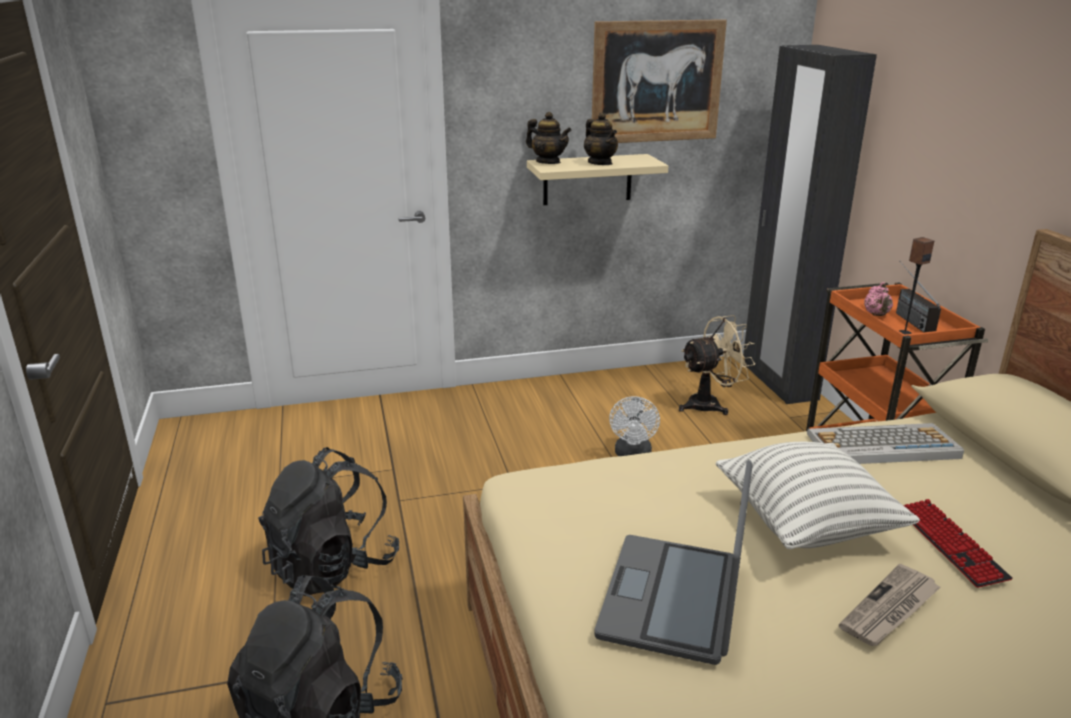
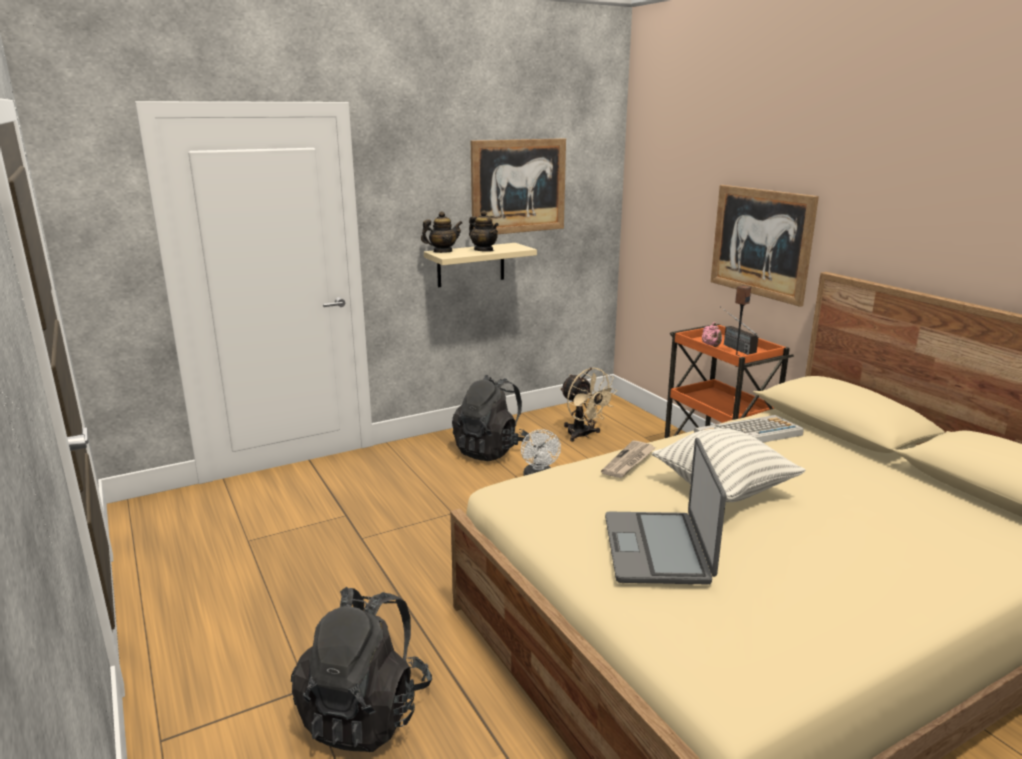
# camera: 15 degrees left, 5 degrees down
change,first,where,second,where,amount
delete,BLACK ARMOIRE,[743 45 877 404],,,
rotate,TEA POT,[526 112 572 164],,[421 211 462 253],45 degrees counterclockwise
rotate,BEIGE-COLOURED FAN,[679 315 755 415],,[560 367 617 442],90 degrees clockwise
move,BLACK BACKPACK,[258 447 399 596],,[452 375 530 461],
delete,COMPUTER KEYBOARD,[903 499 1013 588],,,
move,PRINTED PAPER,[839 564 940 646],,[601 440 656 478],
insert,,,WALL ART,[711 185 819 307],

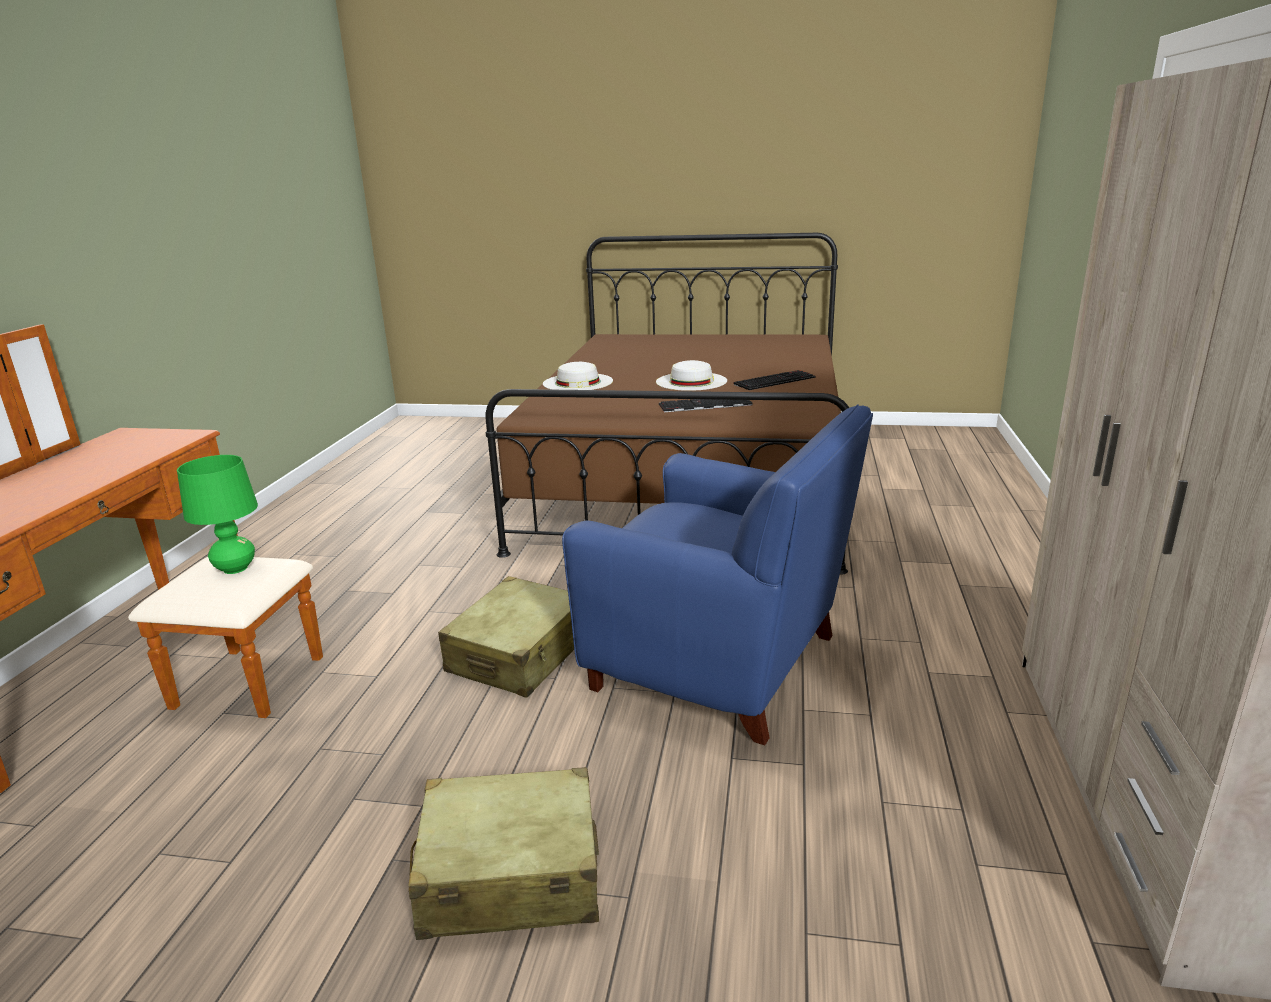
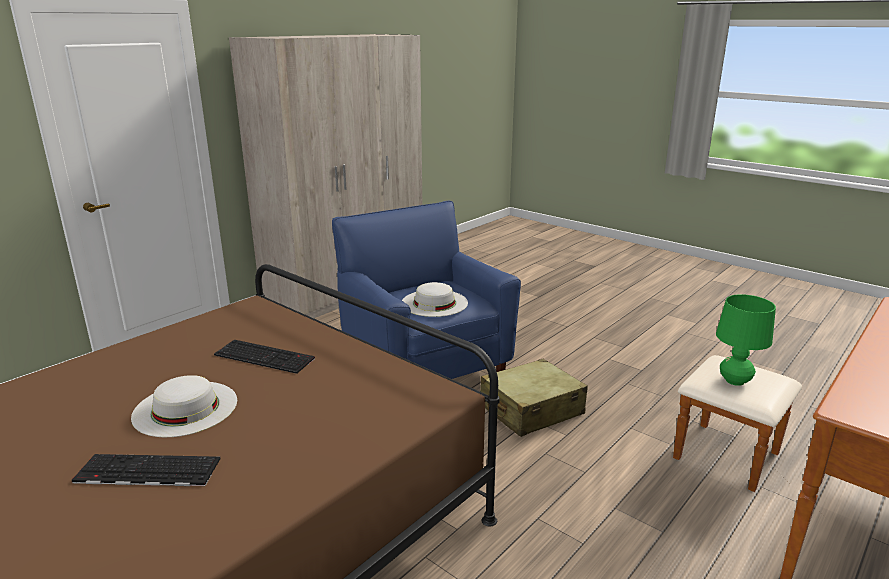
# camera: 150 degrees left, 0 degrees up
change,first,where,second,where,amount
move,WHITISH WEARABLE HAT,[543 362 613 390],,[402 282 468 317],
move,COMPUTER KEYBOARD,[733 370 815 390],,[72 454 221 486],
delete,BEIGE-COLOURED SUITCASE,[409 767 599 940],,,

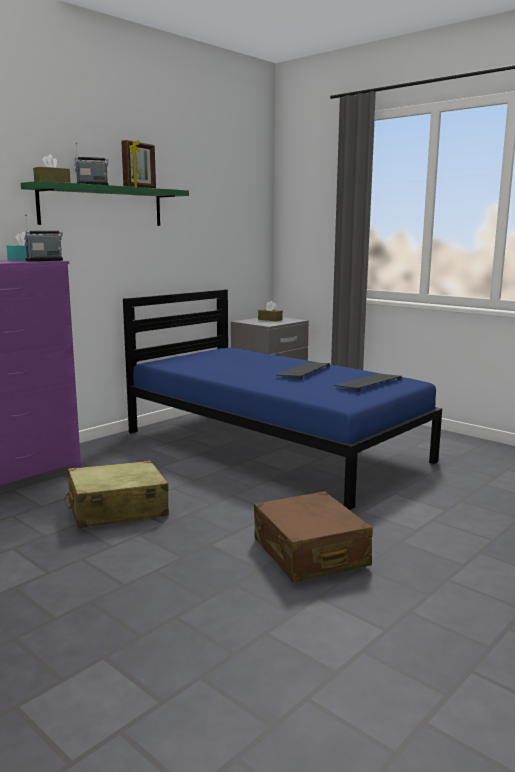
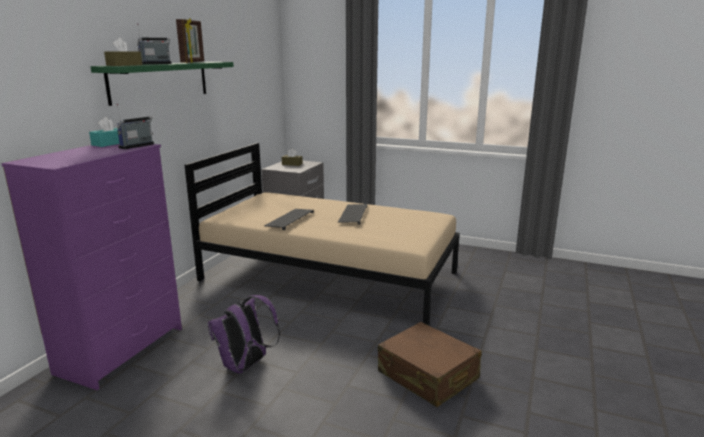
# camera: 20 degrees left, 5 degrees up
change,first,where,second,where,amount
recolor,BLUISH BEDROOM BED,[123 289 442 510],BEIGE-COLOURED BEDROOM BED,[185 143 460 326],
move,COMPUTER KEYBOARD,[334 374 402 392],,[264 209 314 230],
replace,BEIGE-COLOURED SUITCASE,[64 460 169 528],PURPLE BACKPACK,[207 295 280 374],

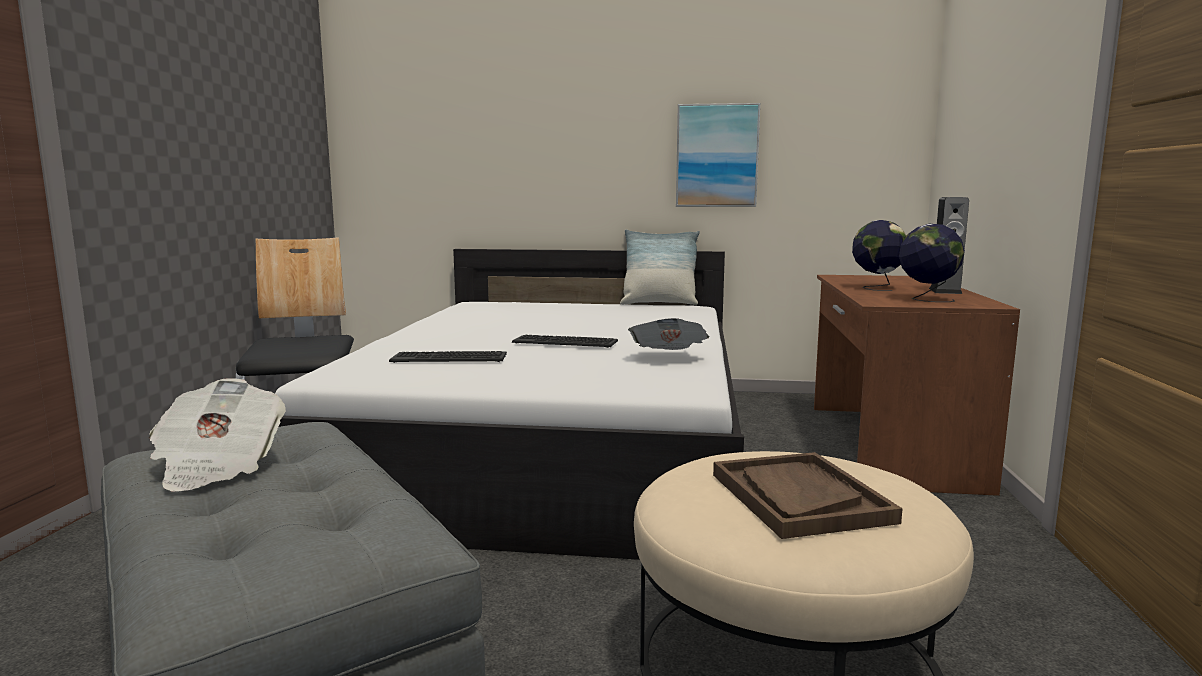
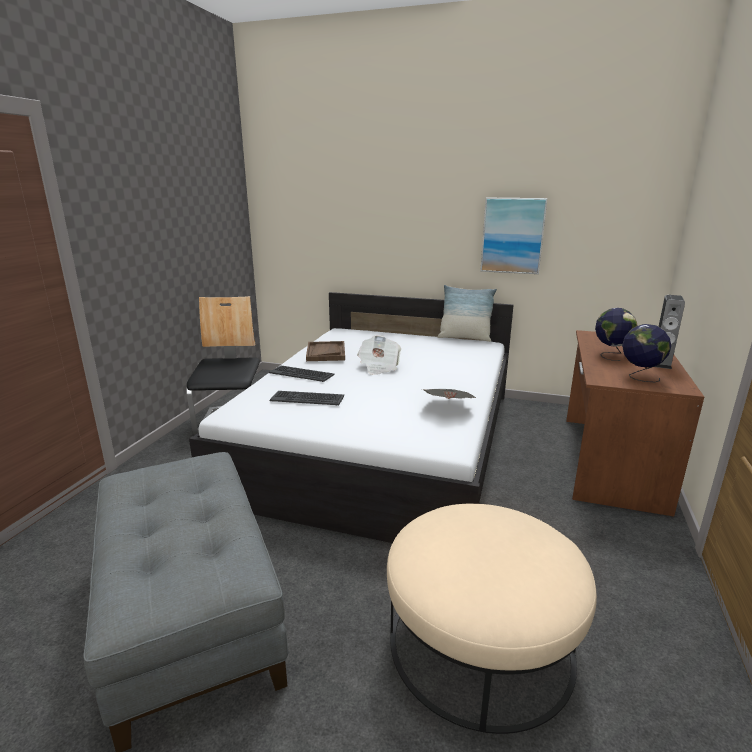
# camera: 10 degrees right, 10 degrees up
change,first,where,second,where,amount
move,COMPUTER KEYBOARD,[512 335 618 348],,[269 366 335 382],
move,PRINTED PAPER,[149 378 286 492],,[357 335 401 375],
move,BROWN CARRYING TRAY,[713 452 903 539],,[306 341 345 361],

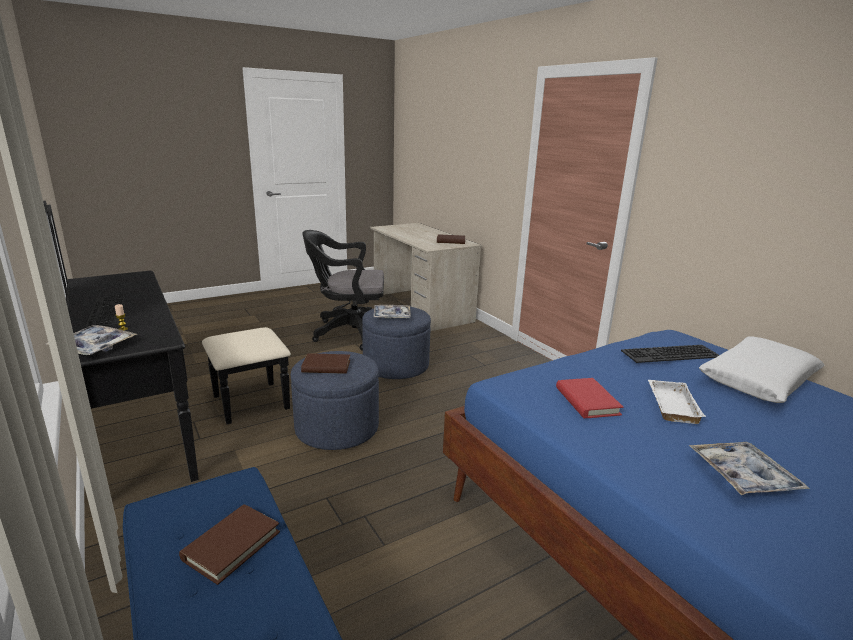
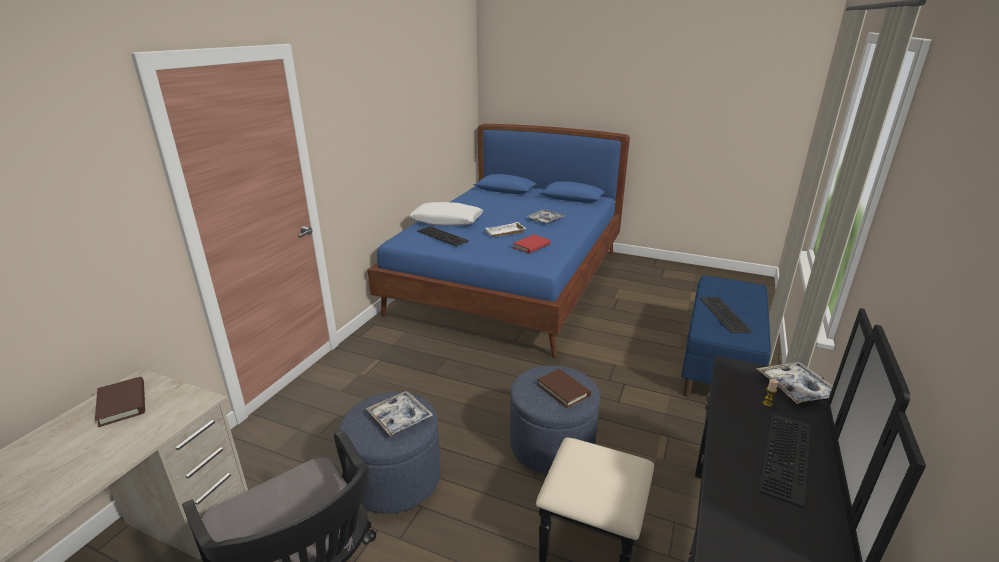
# camera: 125 degrees left, 5 degrees up
change,first,where,second,where,amount
replace,BROWN BOOK,[179 504 280 585],COMPUTER KEYBOARD,[699 297 752 333],

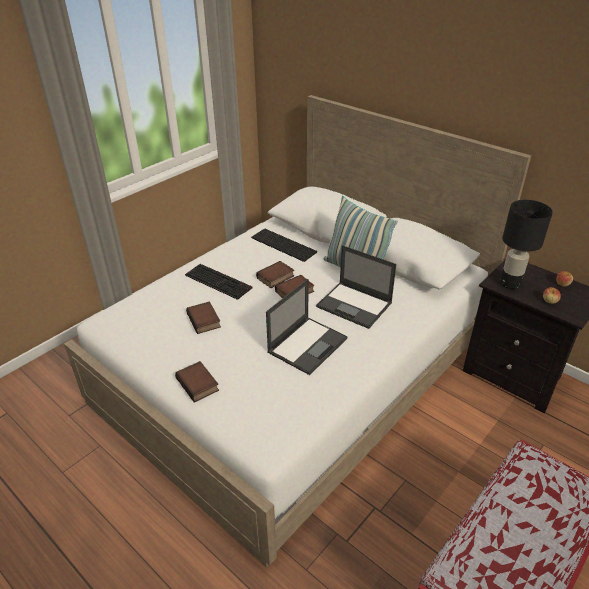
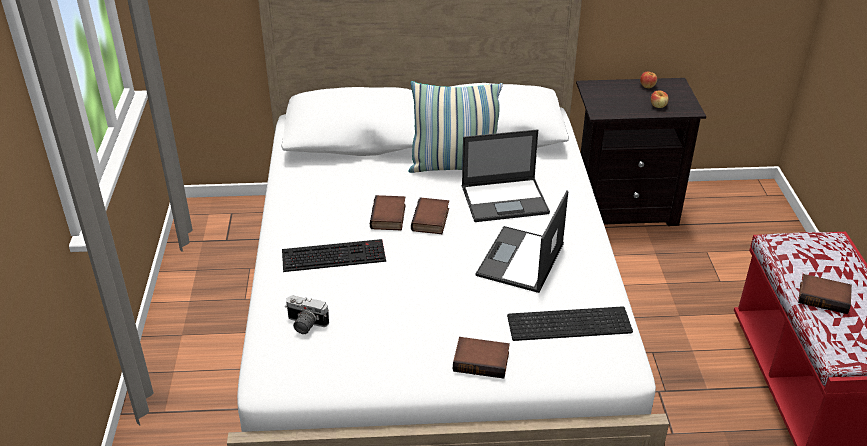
# camera: 45 degrees left, 0 degrees up
change,first,where,second,where,amount
delete,BLACK TABLETOP LAMP,[500 200 553 289],,,
move,COMPUTER KEYBOARD,[251 229 317 262],,[507 306 633 341],
rotate,PORTABLE COMPUTER,[266 279 348 375],,[476 190 568 293],150 degrees counterclockwise
move,BOOK,[186 302 221 334],,[798 274 852 314],
insert,,,PHOTO CAMERA,[285 296 329 334],

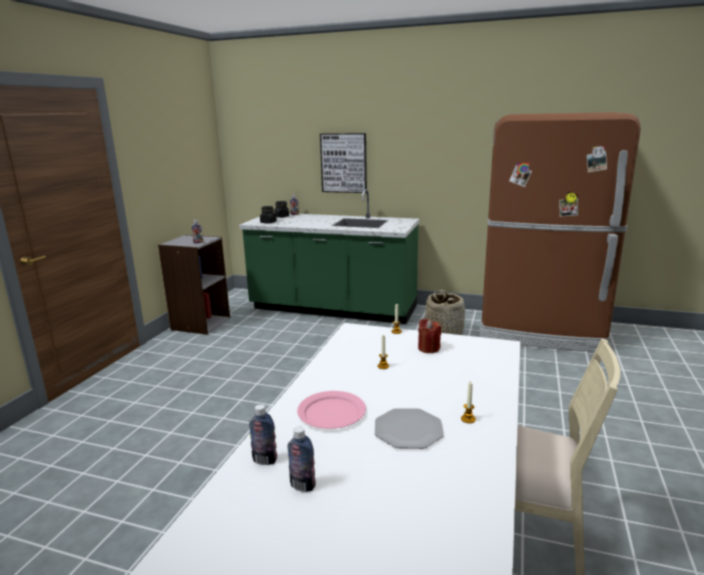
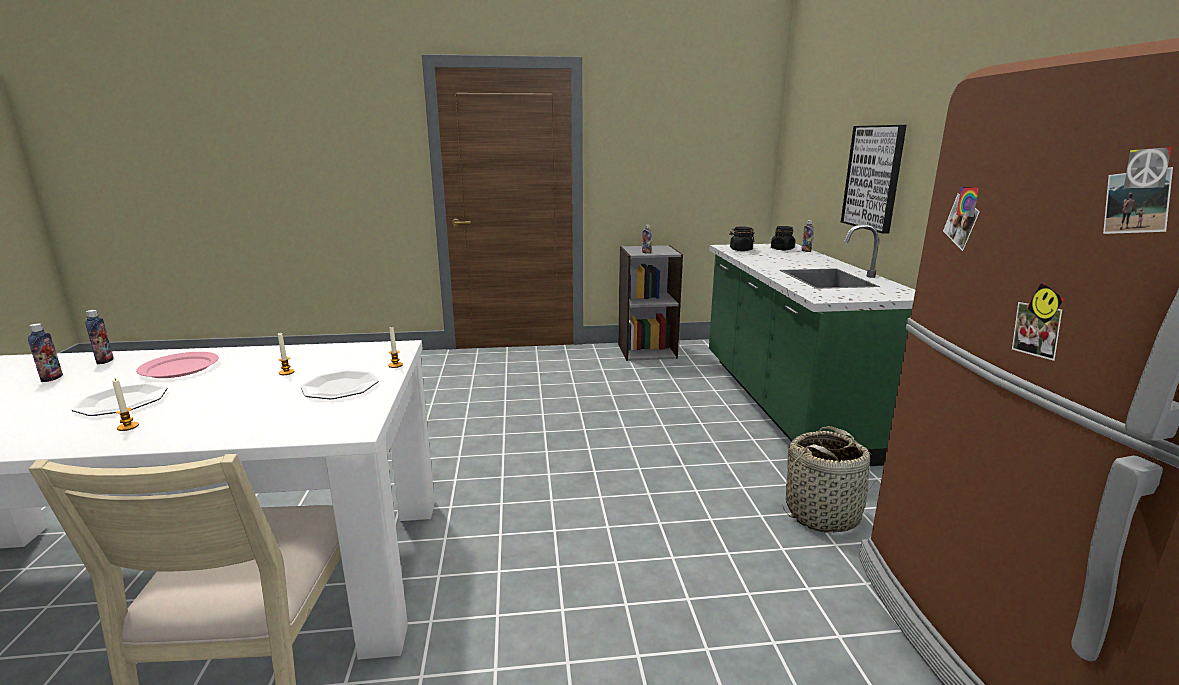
# camera: 65 degrees right, 0 degrees up
change,first,where,second,where,amount
replace,RED-COLOURED CANDLE,[418 318 441 353],DINNER PLATE,[301 370 378 399],

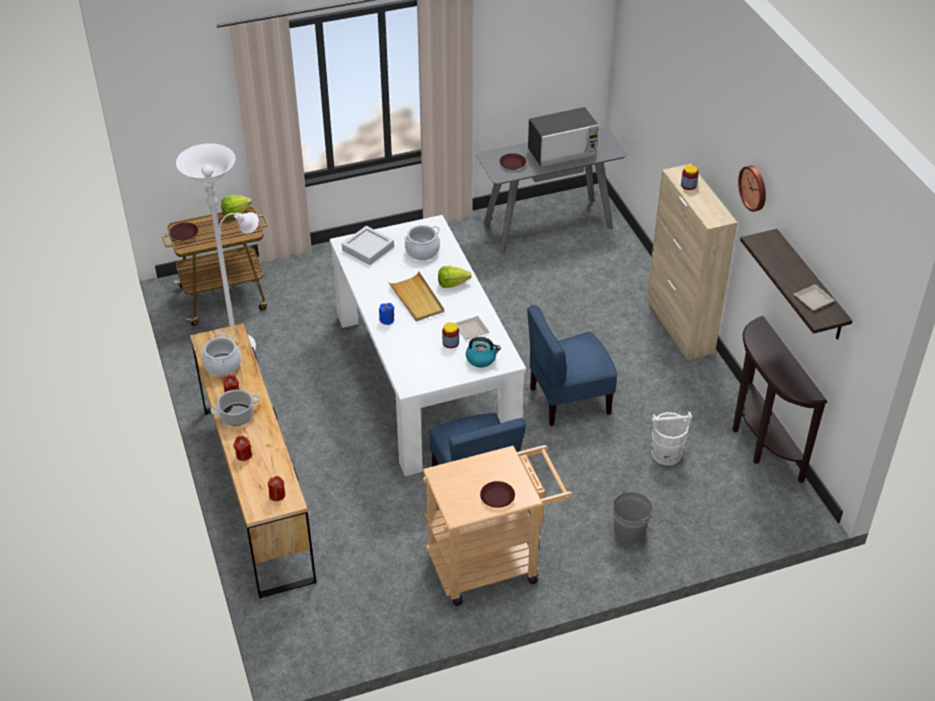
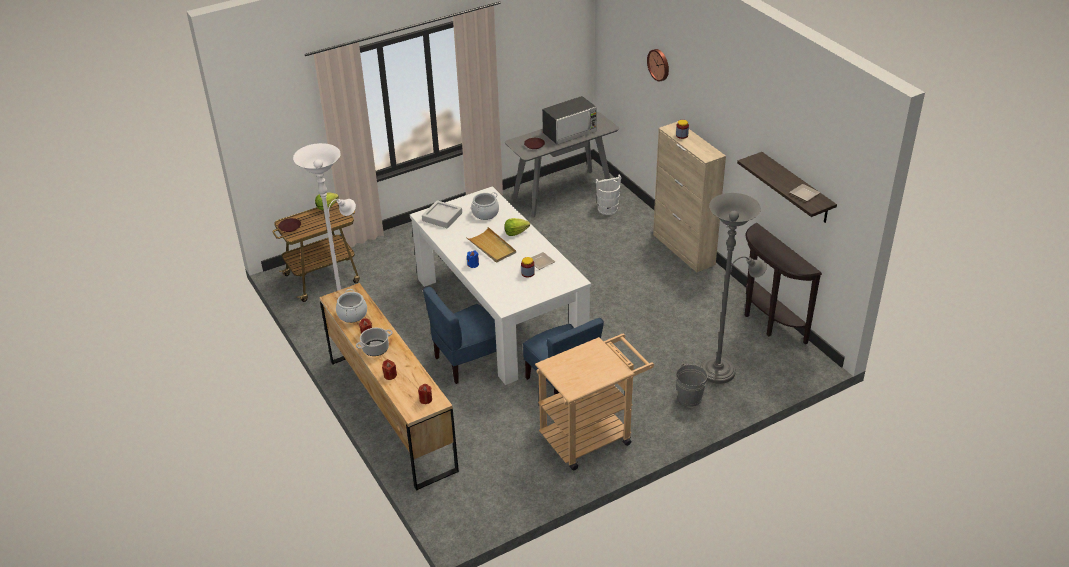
# camera: 10 degrees left, 5 degrees down
change,first,where,second,where,amount
move,WALL CLOCK,[738 166 766 212],,[647 49 669 82],
move,BLUISH PLAIN CHAIR,[527 305 617 426],,[423 286 497 384],
delete,WATER KETTLE,[466 337 501 367],,,
move,WHITISH BUCKET,[652 412 692 466],,[595 174 621 215],
delete,BROWN DINNER PLATE,[480 481 515 508],,,
insert,,,GRAY STANDING LAMP,[701 193 767 384],

